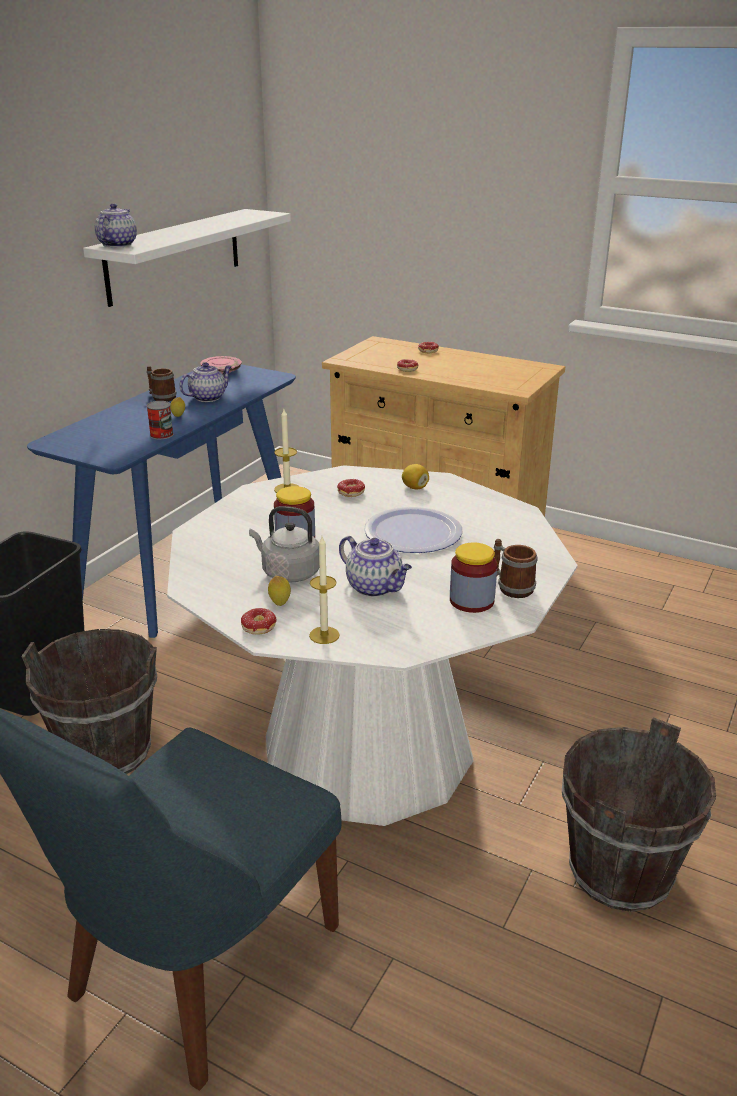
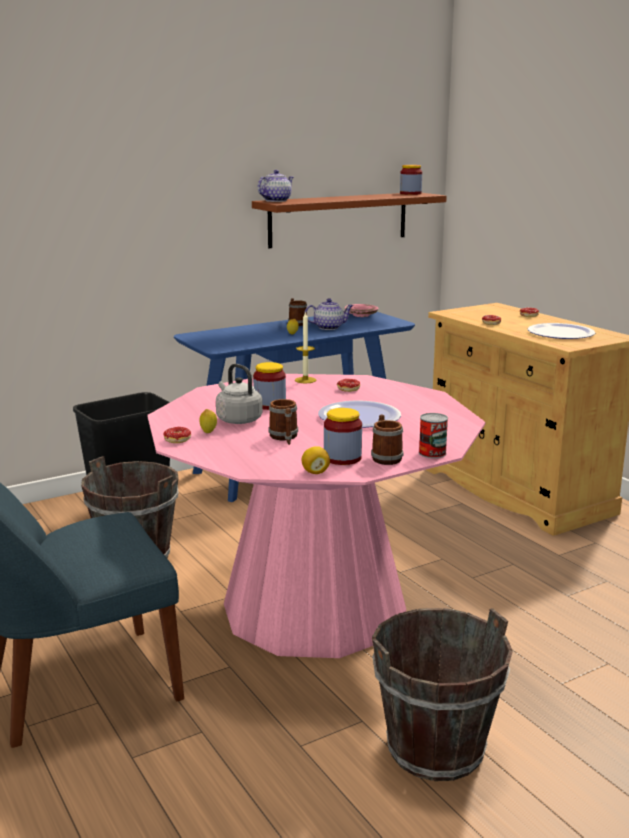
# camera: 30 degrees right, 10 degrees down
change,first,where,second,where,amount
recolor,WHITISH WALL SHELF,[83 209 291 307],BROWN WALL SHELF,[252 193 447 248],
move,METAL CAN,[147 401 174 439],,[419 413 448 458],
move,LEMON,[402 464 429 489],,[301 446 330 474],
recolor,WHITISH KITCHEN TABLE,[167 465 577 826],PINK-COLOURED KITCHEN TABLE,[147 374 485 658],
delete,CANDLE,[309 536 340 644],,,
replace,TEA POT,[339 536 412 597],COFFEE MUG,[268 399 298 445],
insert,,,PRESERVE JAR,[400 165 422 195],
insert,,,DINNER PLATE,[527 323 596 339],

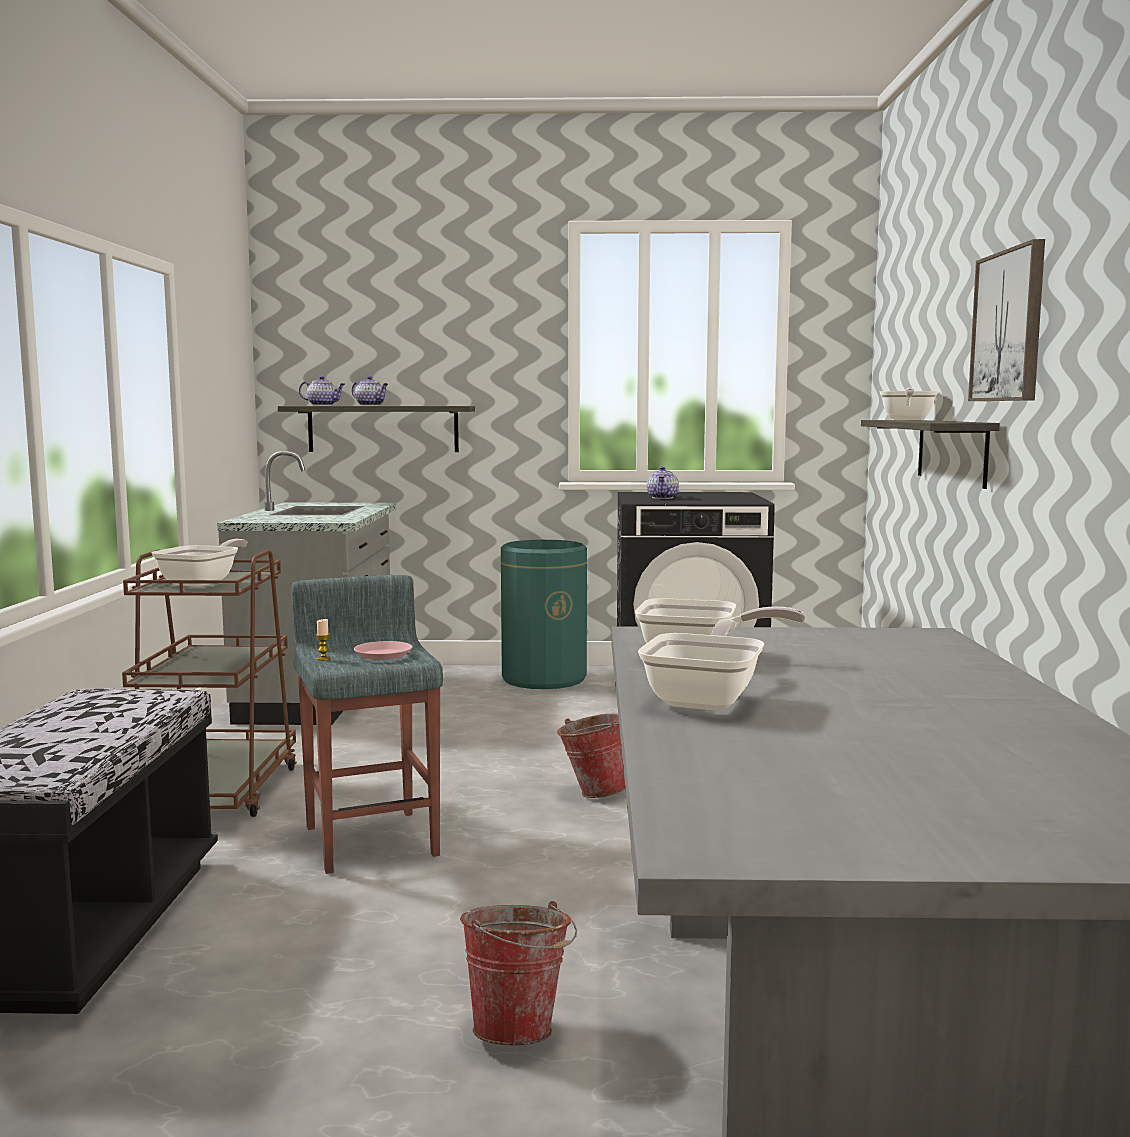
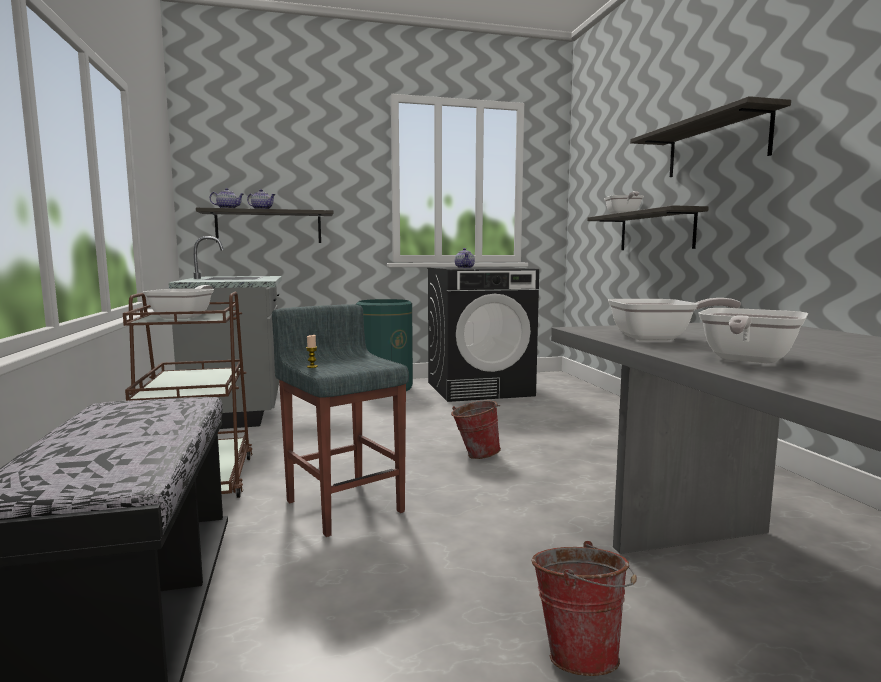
# camera: 15 degrees left, 0 degrees up
change,first,where,second,where,amount
replace,WALL ART,[968 239 1045 401],WALL SHELF,[630 96 791 177],
rotate,FRYING PAN,[638 619 764 711],,[698 308 808 363],150 degrees counterclockwise
delete,PINK-COLOURED DINNER PLATE,[354 641 412 660],,,

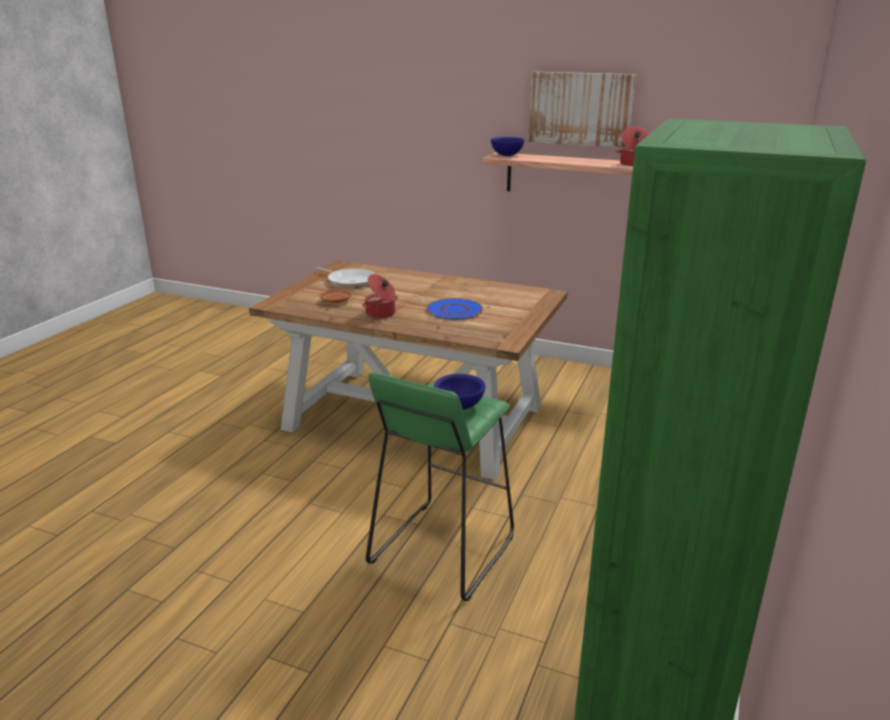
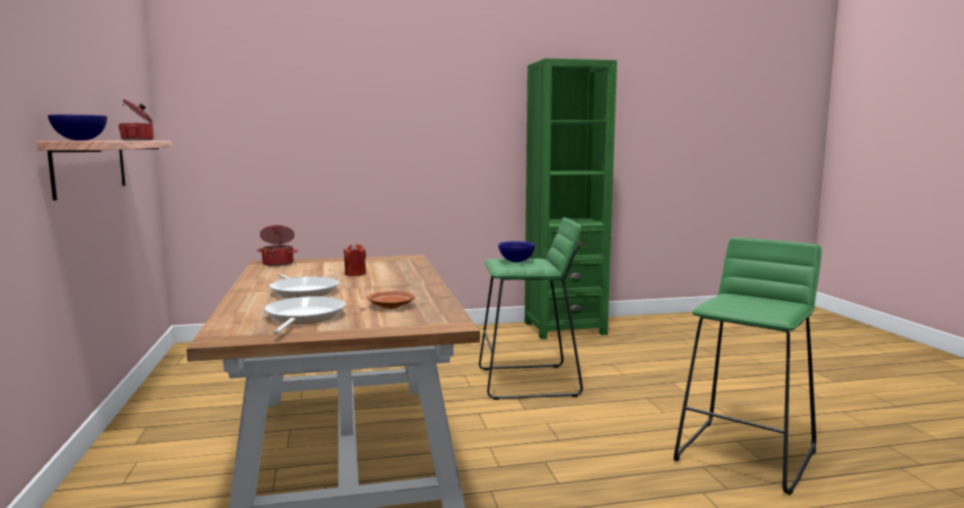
# camera: 125 degrees left, 15 degrees down
change,first,where,second,where,amount
delete,WALL ART,[529 72 636 148],,,
move,STOCKPOT,[362 274 398 319],,[257 225 298 266],
replace,BLUISH DINNER PLATE,[426 298 483 320],RED-COLOURED CANDLE,[343 243 366 276],
insert,,,GREEN-COLOURED STOOL,[674 237 822 495],
insert,,,FRYING PAN,[269 273 339 298],

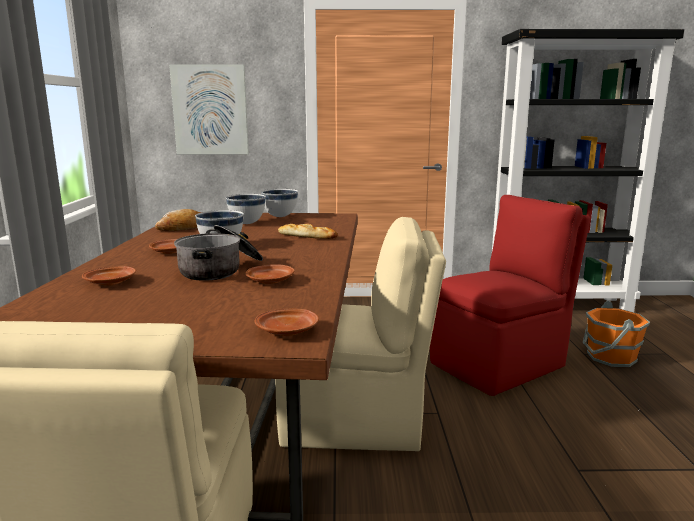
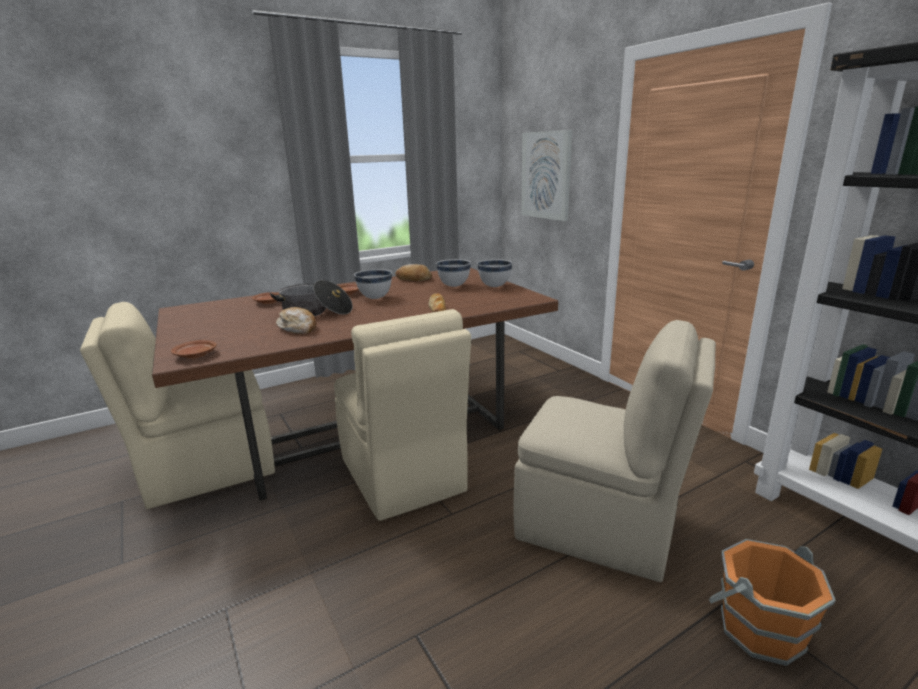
# camera: 60 degrees right, 5 degrees up
change,first,where,second,where,amount
recolor,RED-COLOURED PLAIN CHAIR,[430 195 590 396],BEIGE-COLOURED PLAIN CHAIR,[514 320 716 582],
replace,BROWN DINNER PLATE,[246 264 295 284],BAKERY BREAD,[276 307 316 334],

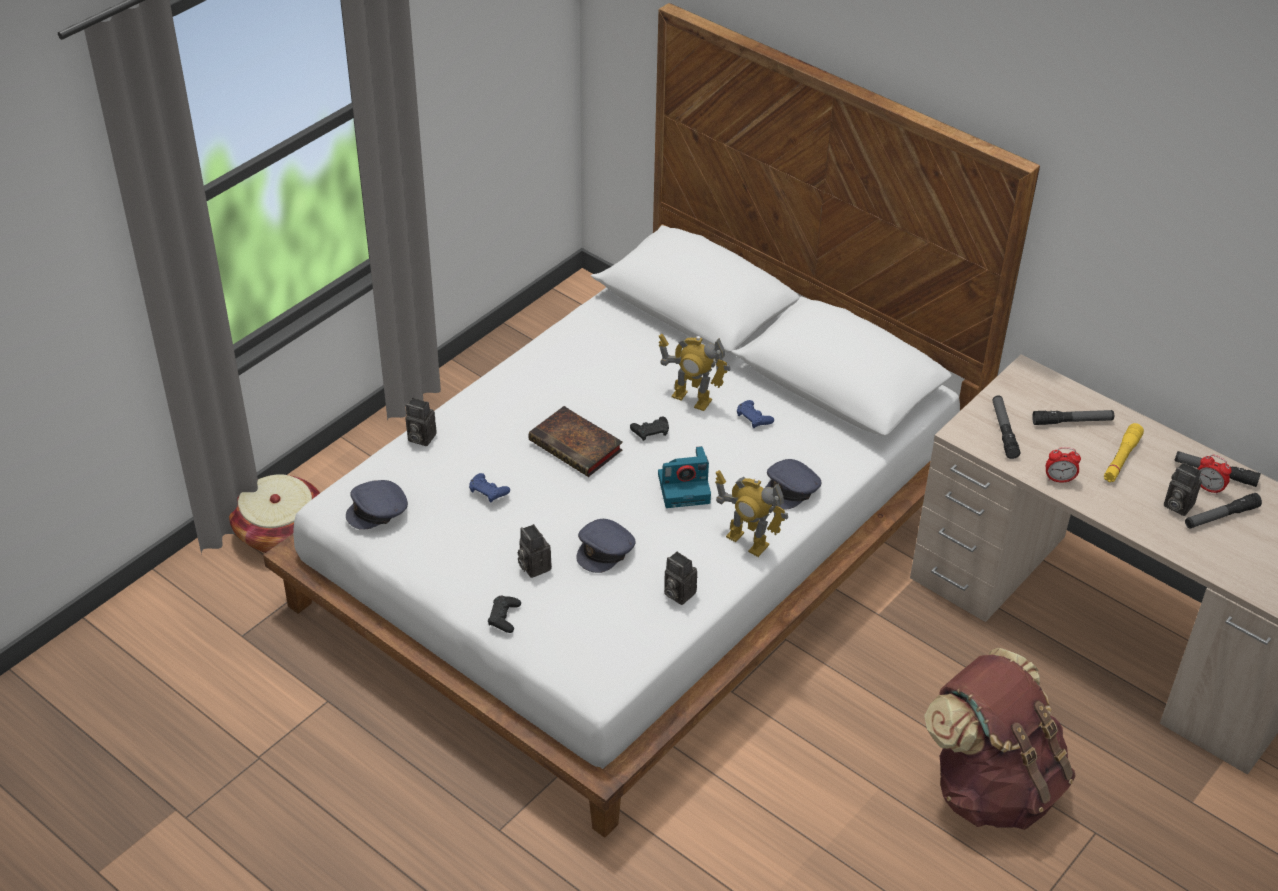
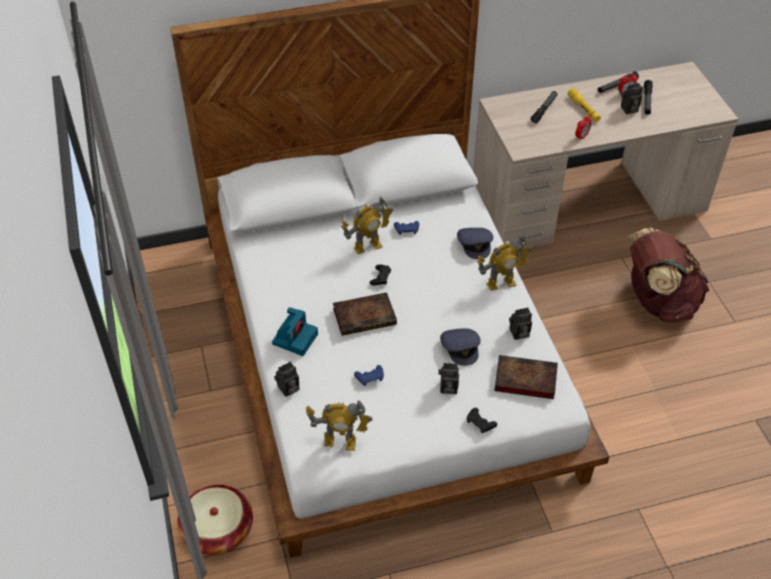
# camera: 55 degrees left, 5 degrees up
change,first,where,second,where,amount
delete,FLASHLIGHT,[992 396 1020 459],,,
move,PHOTO CAMERA,[658 446 711 508],,[272 307 318 356],
replace,GRAY CAP,[346 480 408 530],ROBOT FIGURE,[306 400 373 451],
insert,,,BOOK,[494 355 558 399],

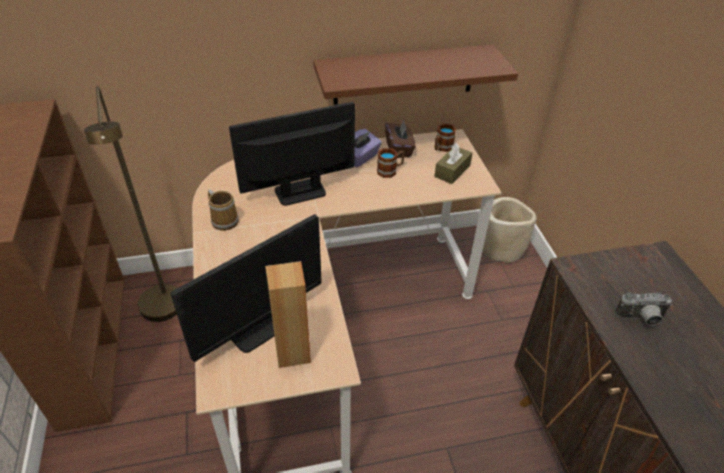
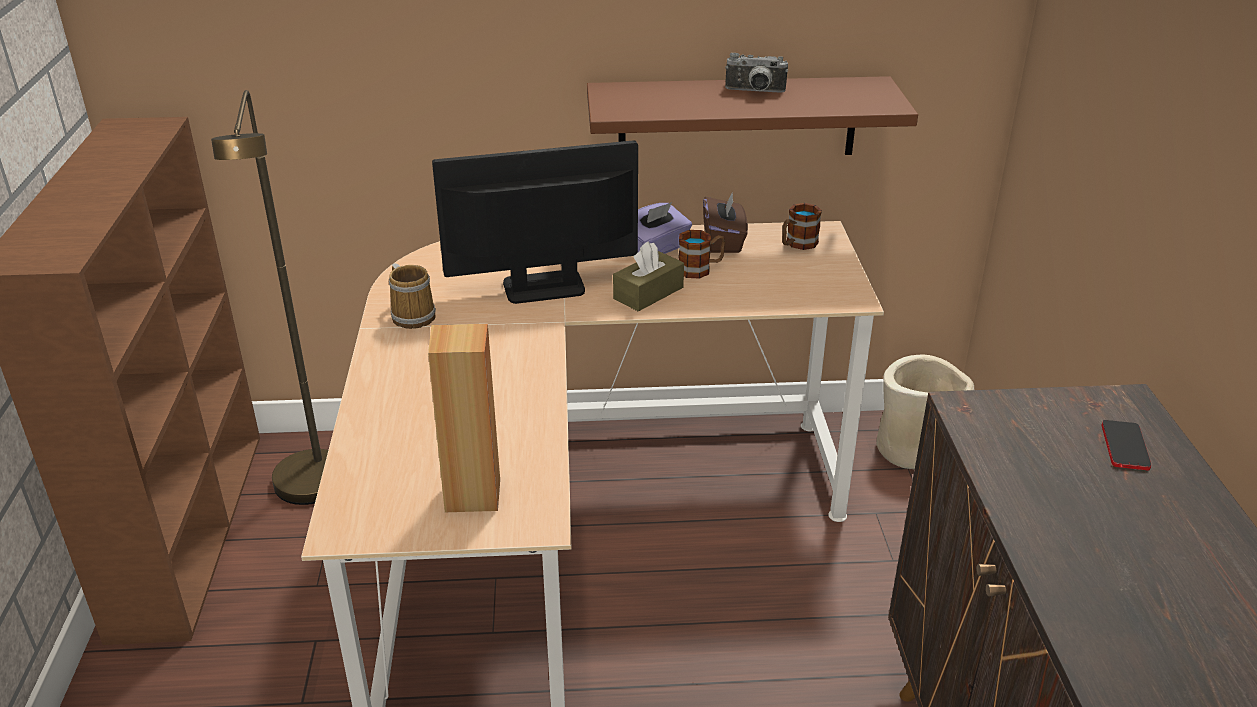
# camera: 10 degrees right, 10 degrees down
change,first,where,second,where,amount
move,BROWN TISSUE BOX,[434 143 472 184],,[613 241 684 312],
delete,COMPUTER DISPLAY,[171 214 322 362],,,
move,PHOTO CAMERA,[615 292 672 326],,[725 53 788 93],
insert,,,TELEPHONE,[1102 420 1151 470],

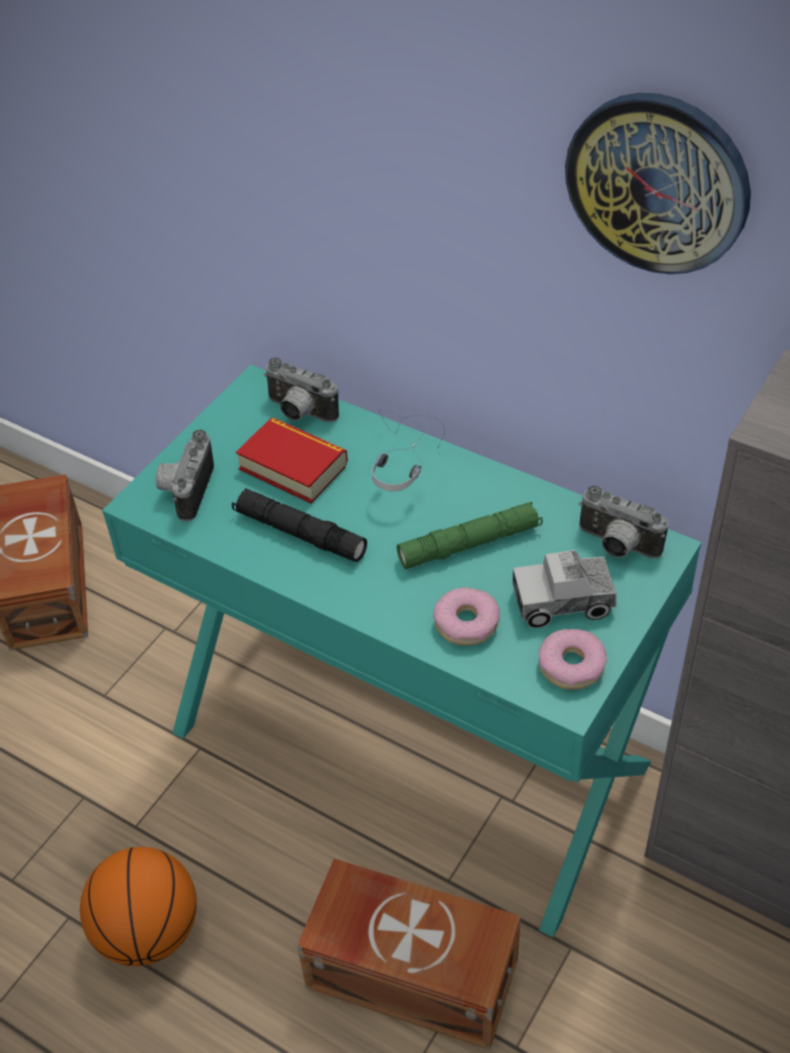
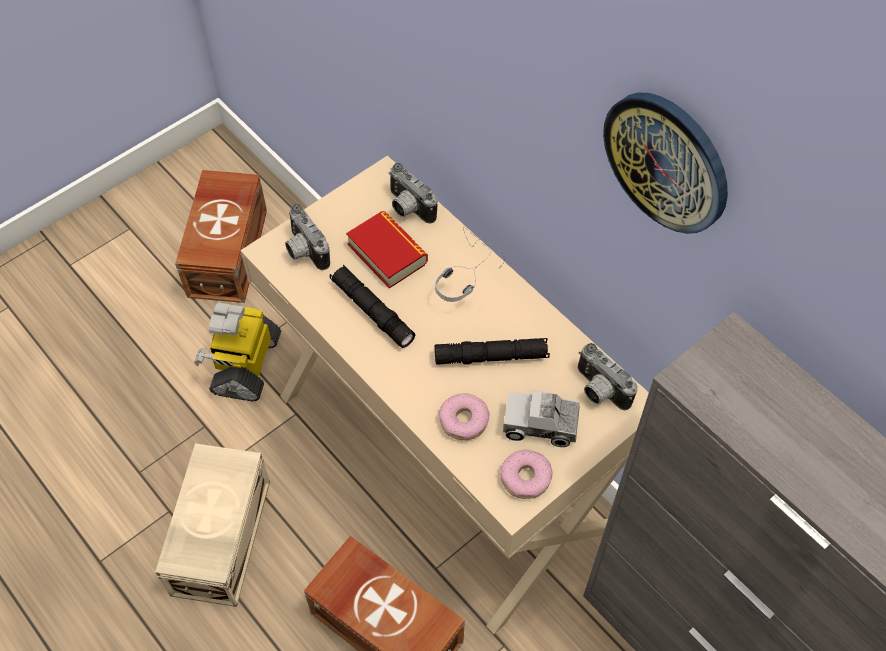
# camera: 15 degrees right, 10 degrees up
change,first,where,second,where,amount
recolor,BLUE-GREEN DESK,[102 365 702 938],BEIGE-COLOURED DESK,[240 156 649 634],
rotate,PHOTO CAMERA,[156 430 214 521],,[285 204 330 270],60 degrees counterclockwise
recolor,GREEN-COLOURED FLASHLIGHT,[397 502 543 569],BLACK FLASHLIGHT,[435 338 550 365],
replace,BASKETBALL,[80 847 197 966],BEIGE-COLOURED STORAGE BOX,[155 443 270 607],
insert,,,ROBOT FIGURE,[194 301 281 401],

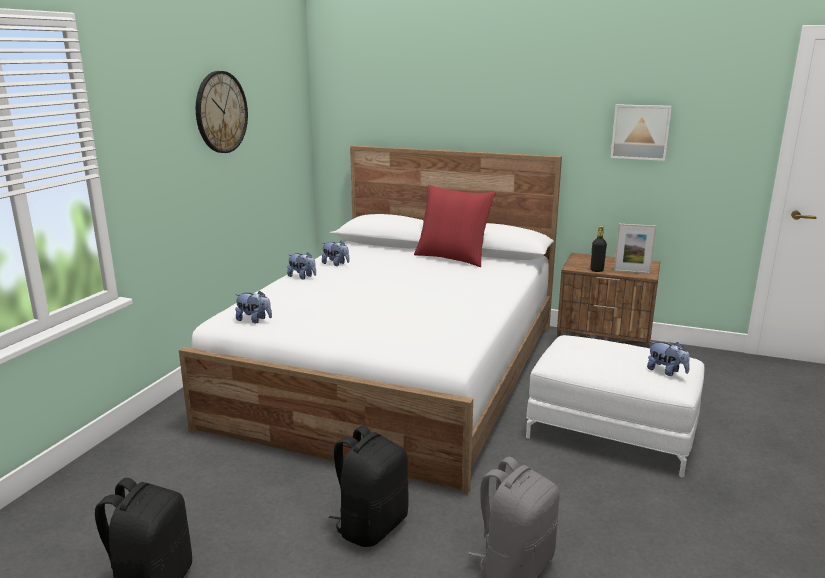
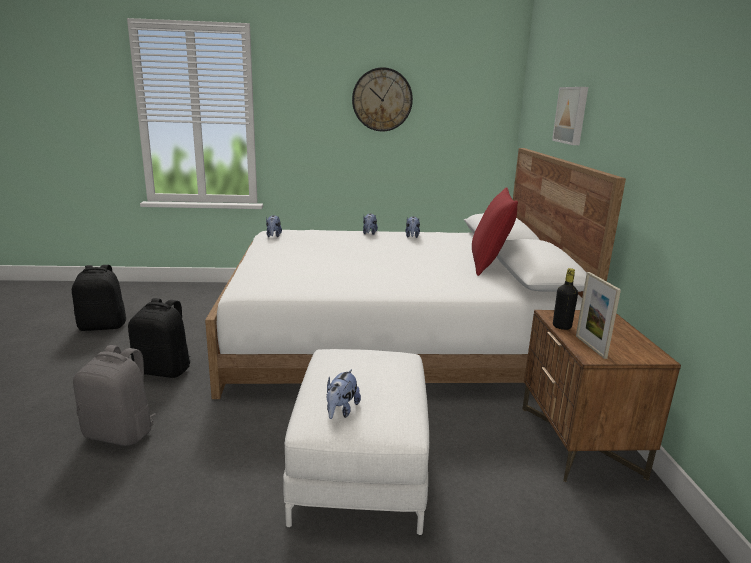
# camera: 65 degrees right, 0 degrees up
change,first,where,second,where,amount
move,WALL ART,[610 104 672 161],,[552 87 588 145],

